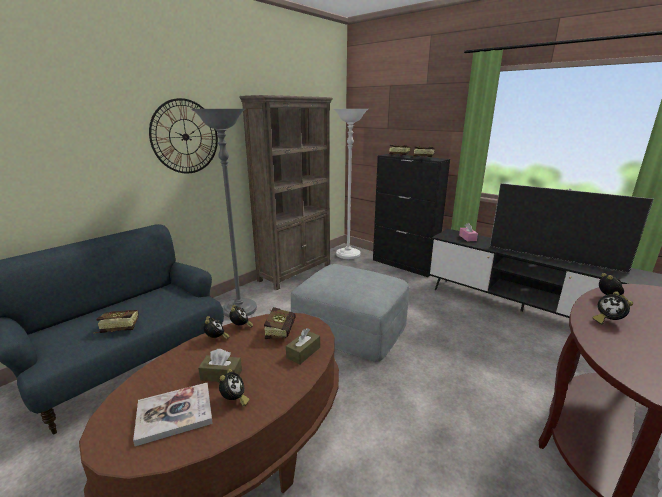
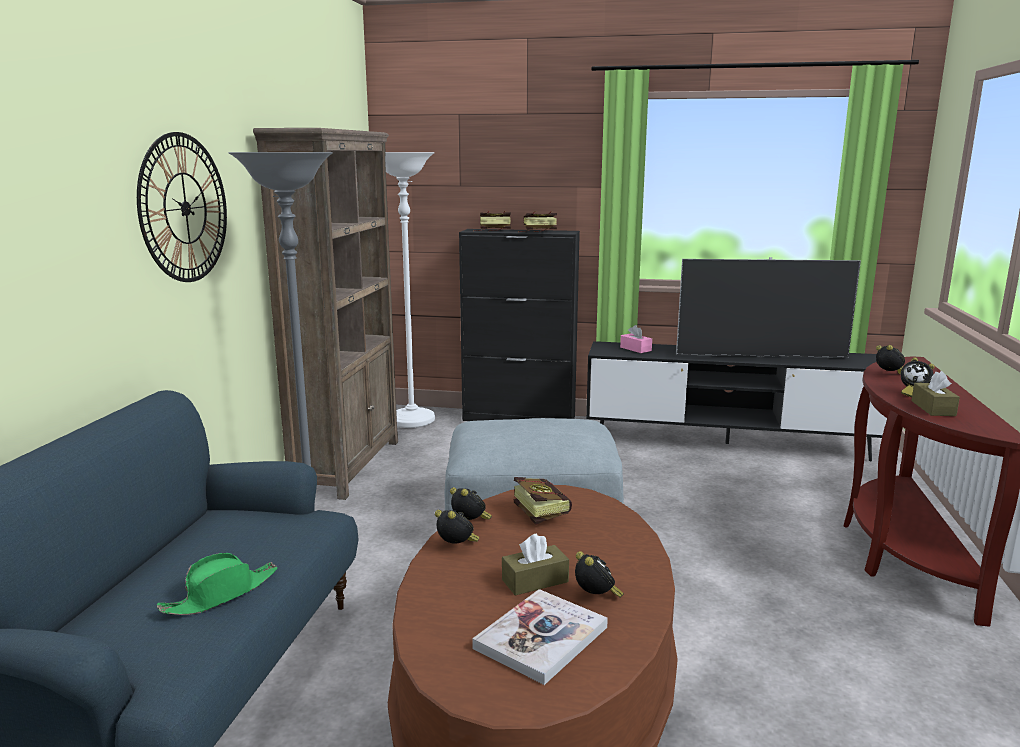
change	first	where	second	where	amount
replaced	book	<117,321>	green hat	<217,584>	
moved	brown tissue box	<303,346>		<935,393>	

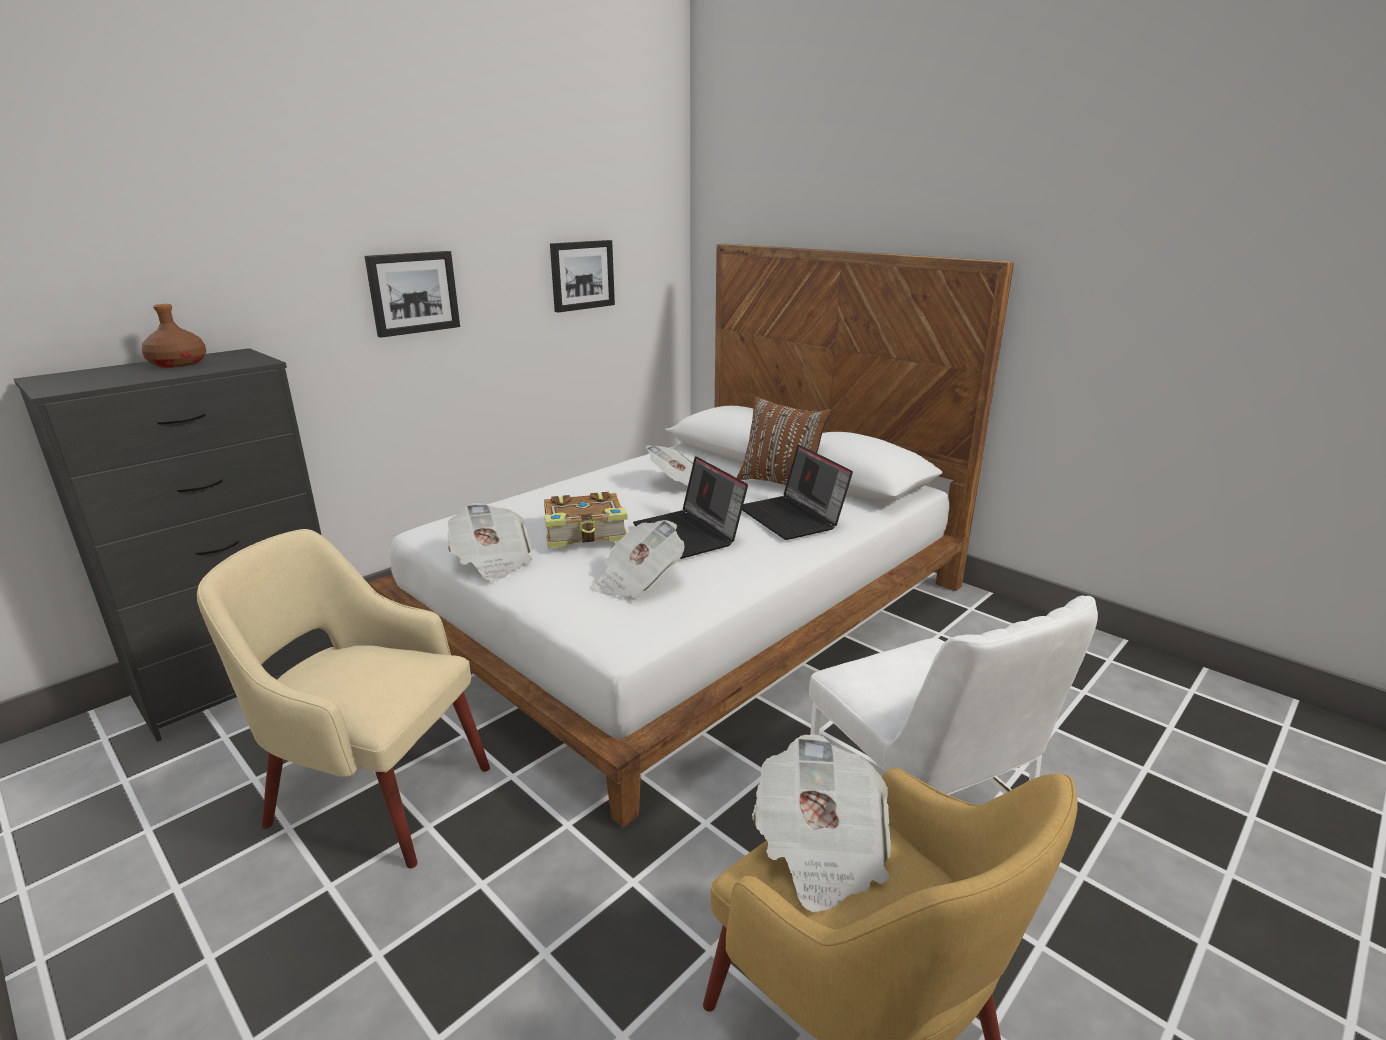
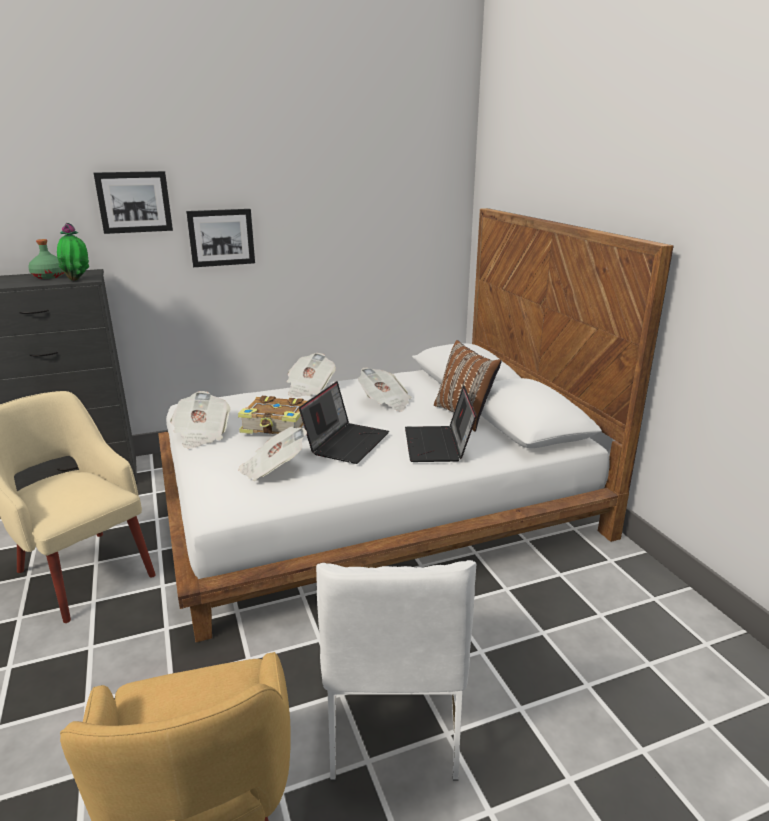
change	first	where	second	where	amount
recoloured	brown bottle	<173,336>	green bottle	<46,259>	
added			potted plant	<73,252>	
moved	picture	<582,276>		<133,202>	
moved	newspaper	<821,823>		<311,375>	
turned	laptop	<690,507>		<344,422>	150 degrees counterclockwise

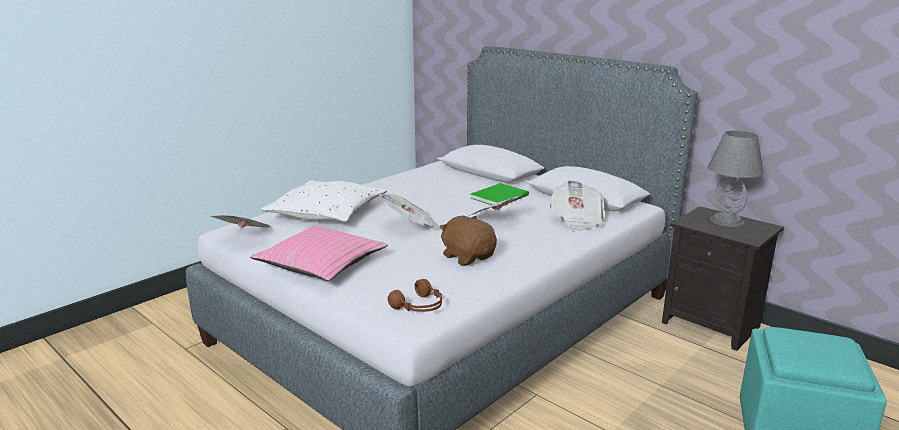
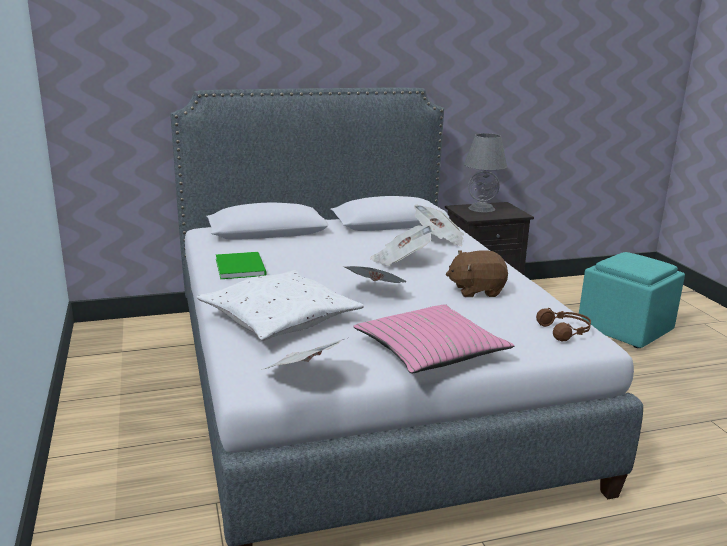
change	first	where	second	where	amount
moved	green book	<500,194>		<241,265>	

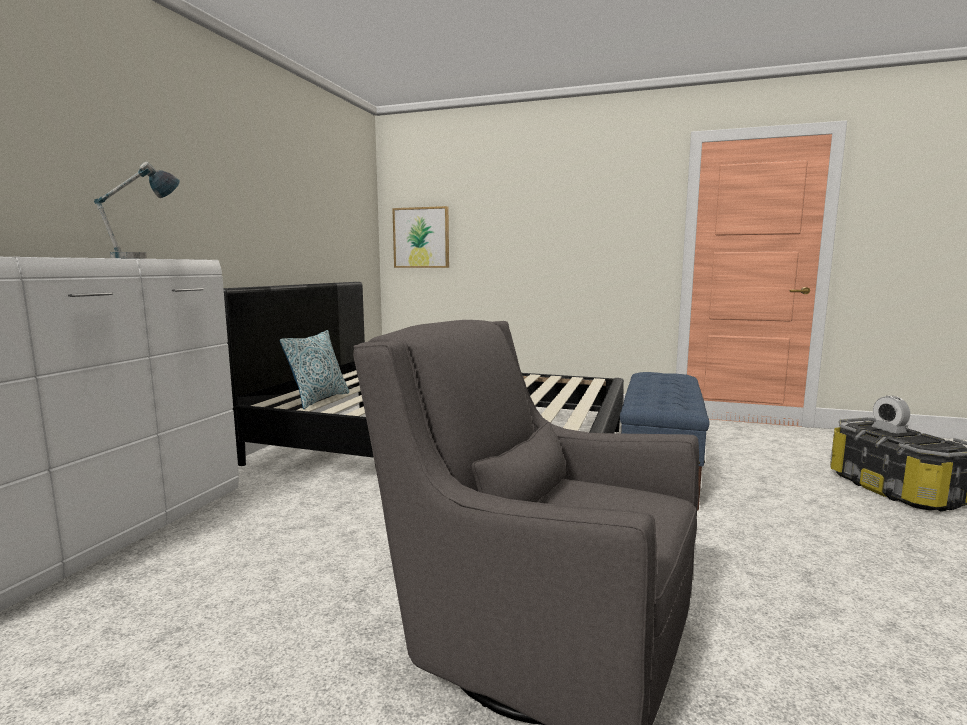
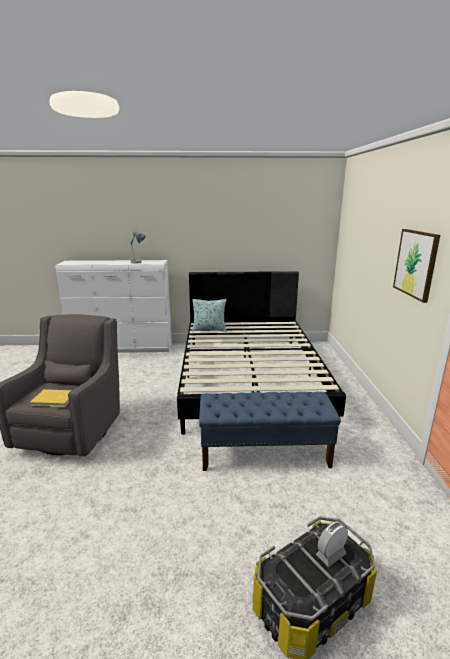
change	first	where	second	where	amount
added			yellow book	<51,398>	
moved	picture	<420,237>		<416,266>	

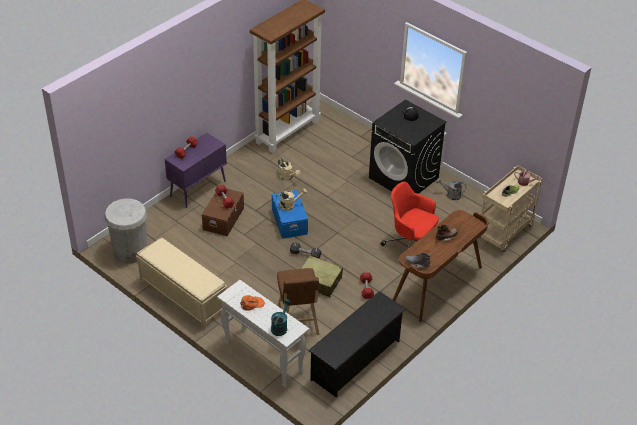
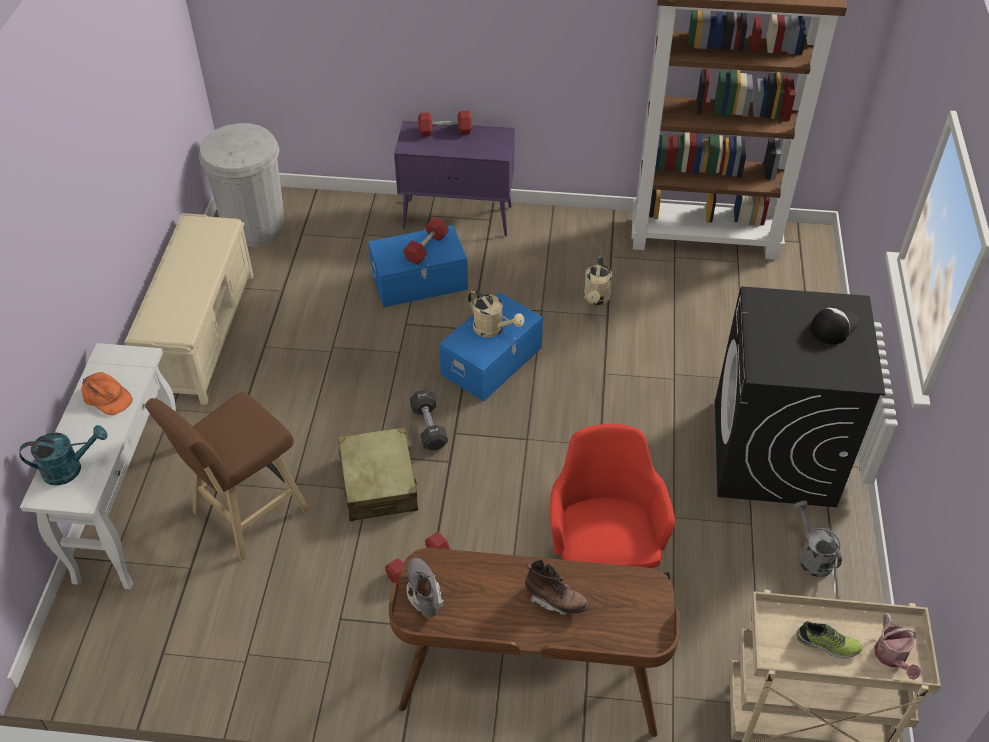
change	first	where	second	where	amount
recoloured	brown storage box	<223,212>	blue storage box	<418,266>	
removed	black shoe rack	<357,344>			

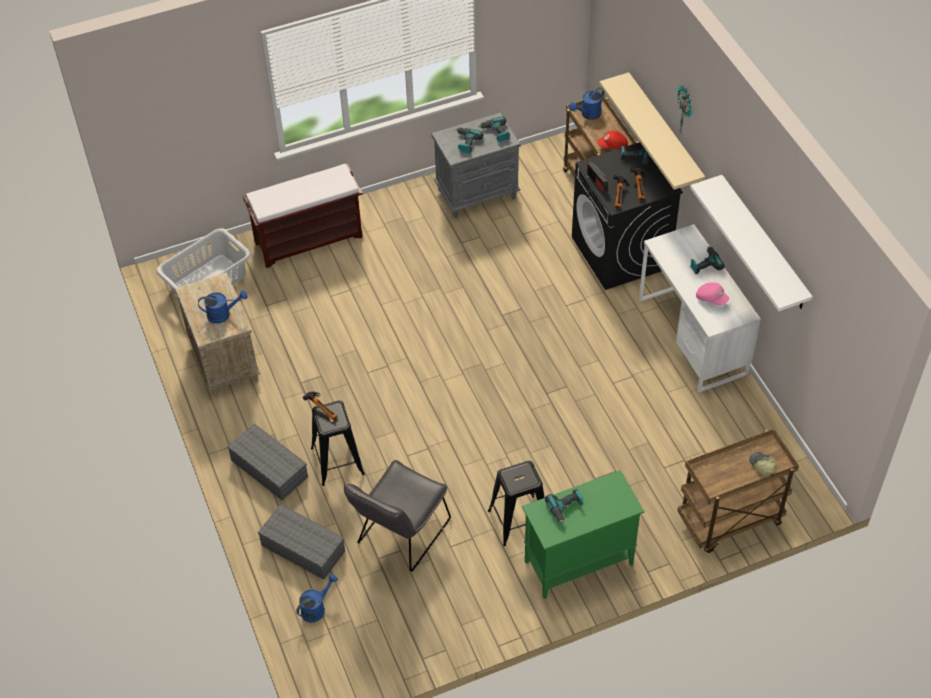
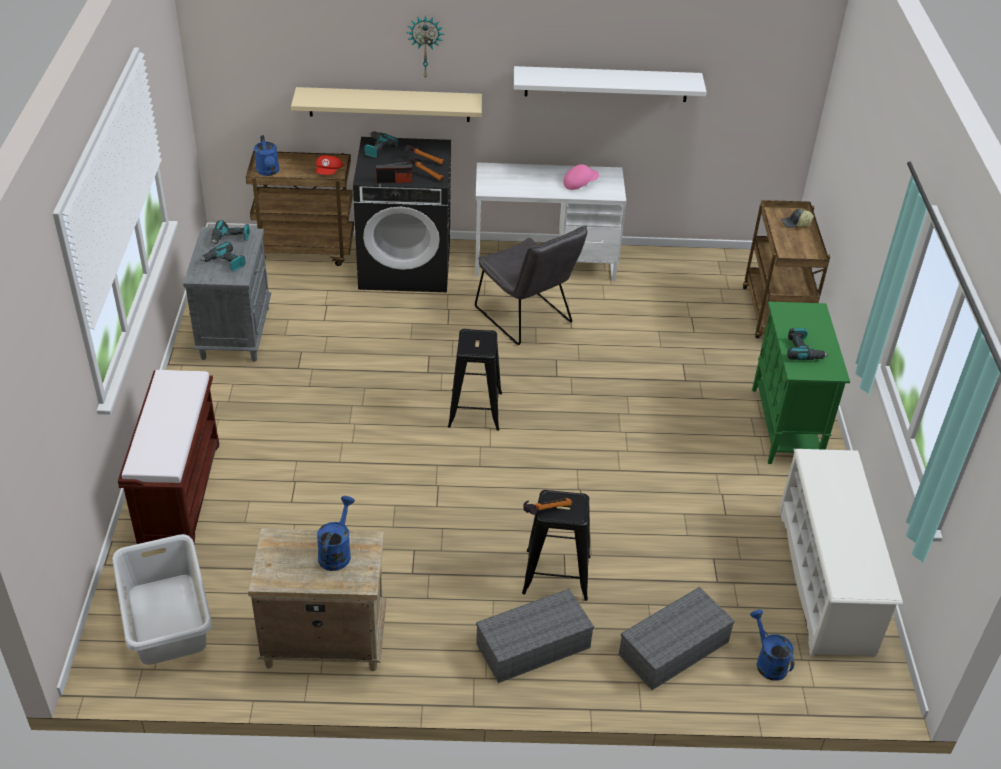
change	first	where	second	where	amount
moved	black stool	<516,503>		<475,380>	
moved	grey chair	<397,516>		<531,285>	
added			white shoe rack	<841,553>	
removed	power drill	<707,260>			

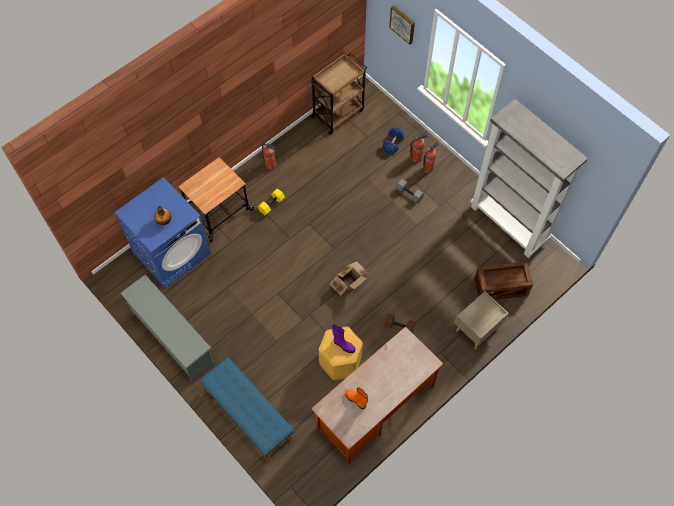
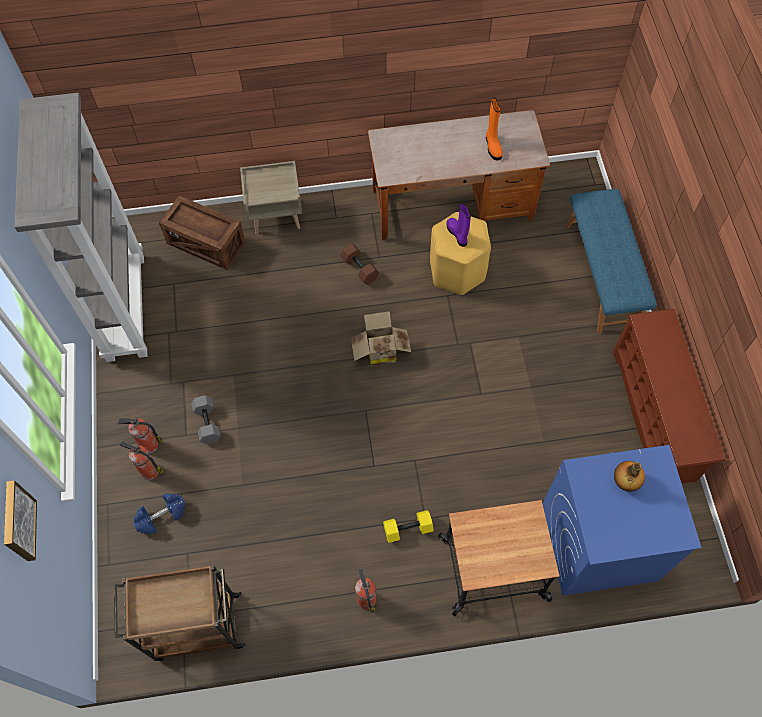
change	first	where	second	where	amount
recoloured	grey shoe rack	<168,328>	brown shoe rack	<669,396>	

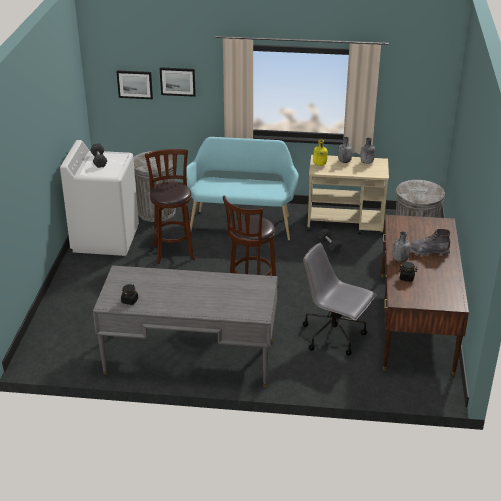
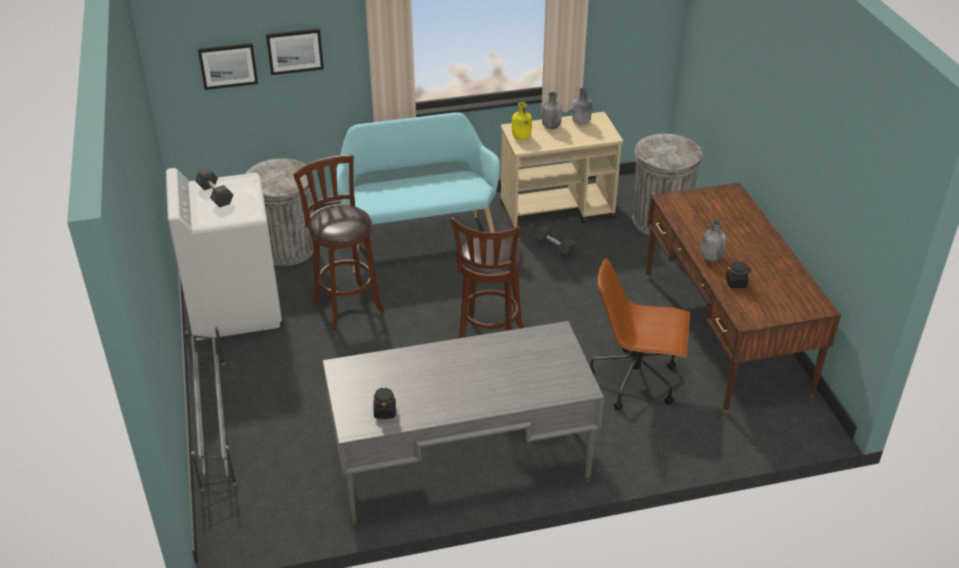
change	first	where	second	where	amount
added			grey shoe rack	<210,409>	
recoloured	grey office chair	<340,299>	brown office chair	<640,334>	
removed	grey boot	<430,243>			

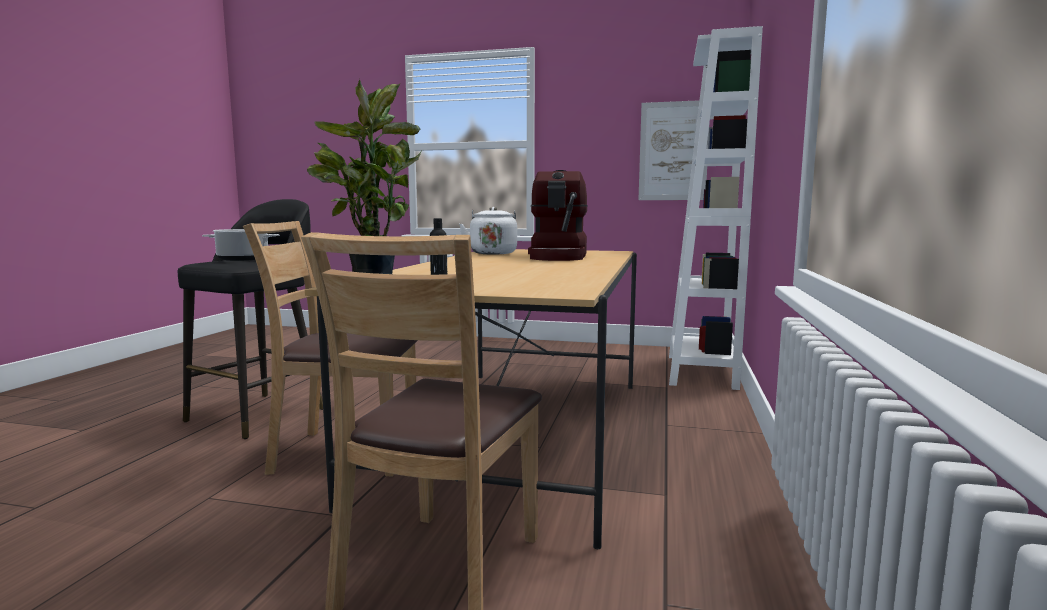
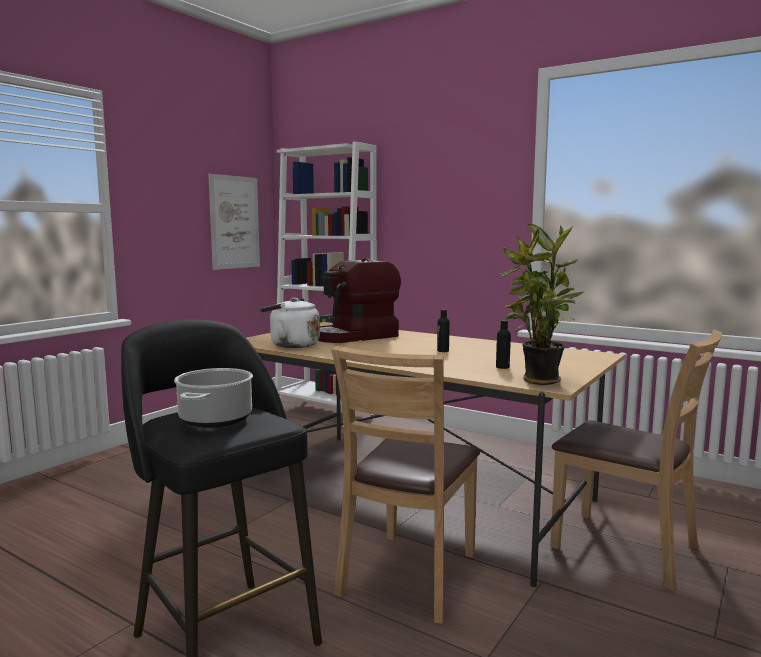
change	first	where	second	where	amount
turned	coffee machine	<558,215>		<359,301>	120 degrees clockwise
added			black bottle	<443,330>	

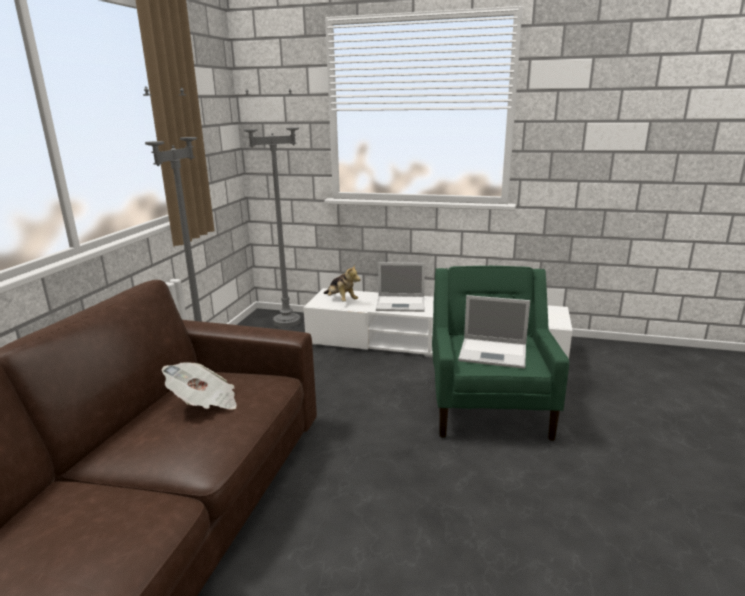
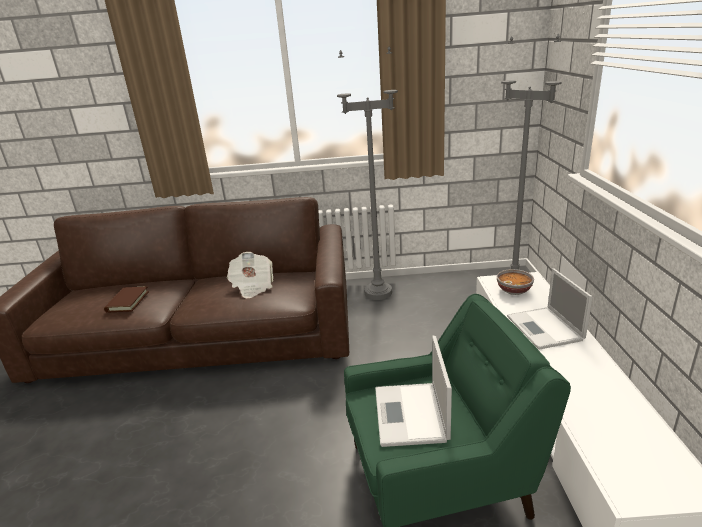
change	first	where	second	where	amount
added			brown book	<126,299>	
replaced	plush toy	<342,283>	bowl	<515,282>	

